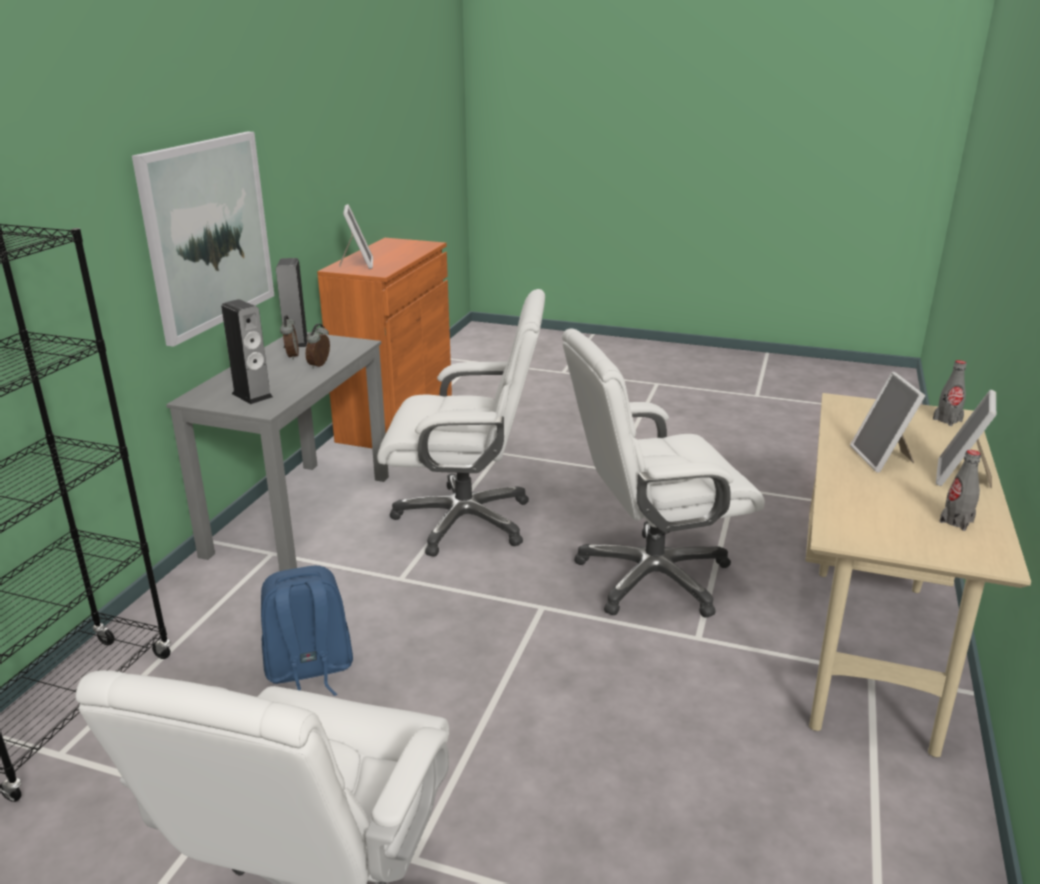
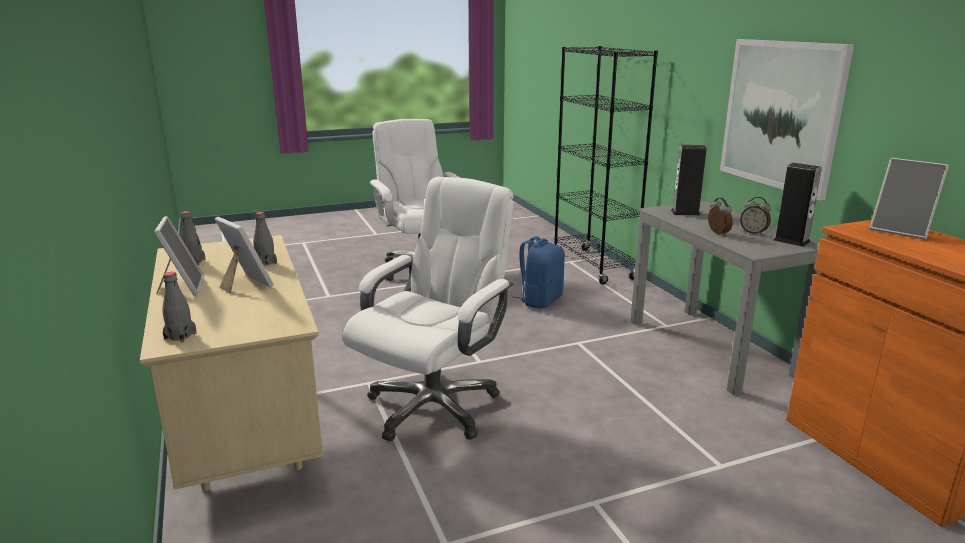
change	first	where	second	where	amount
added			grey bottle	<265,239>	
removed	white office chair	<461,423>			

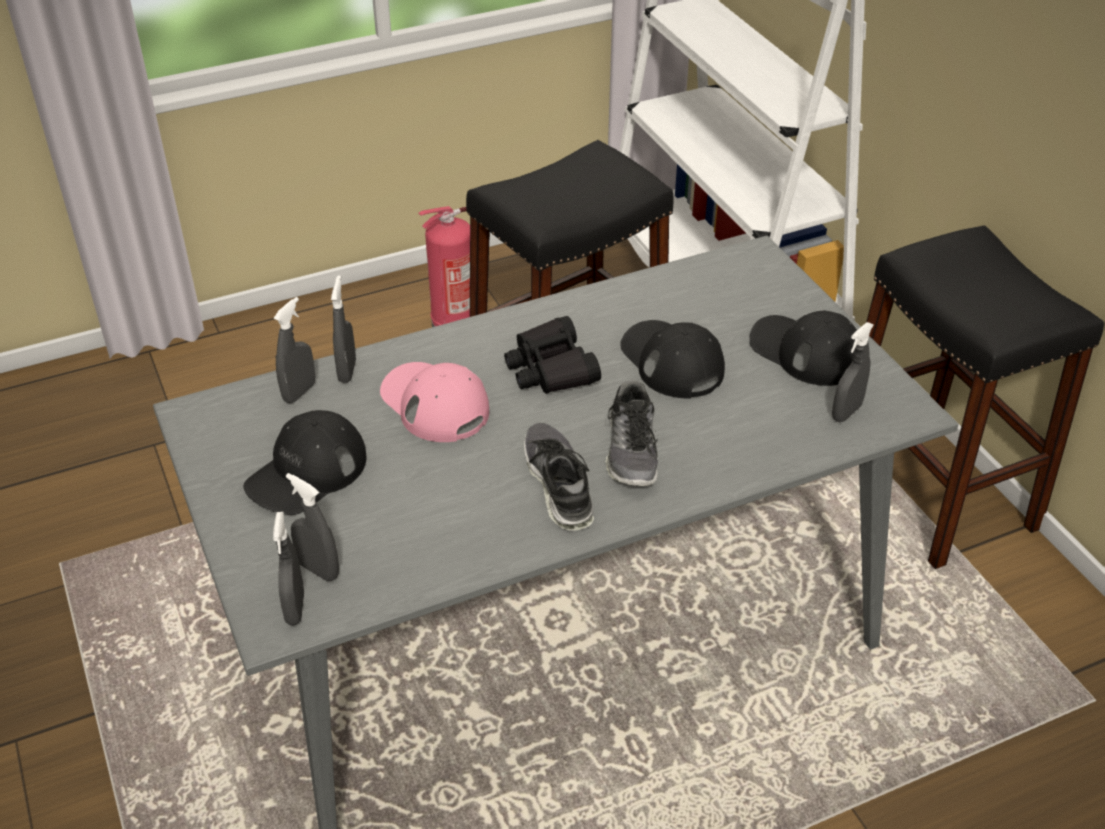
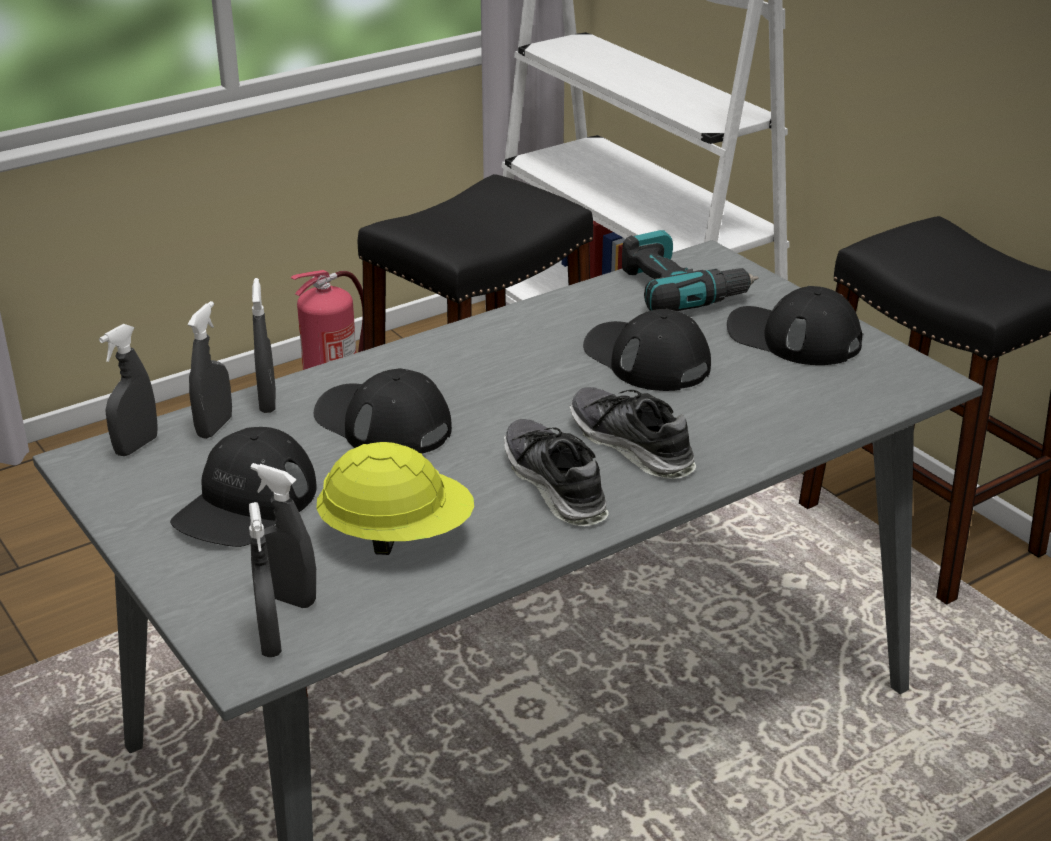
change	first	where	second	where	amount
moved	grey spray bottle	<853,372>		<128,390>	
recoloured	pink cap	<434,402>	black cap	<383,411>	
added			yellow hard hat	<395,498>	
turned	shoe	<632,433>		<633,433>	150 degrees clockwise
added			power drill	<690,270>	
removed	black binoculars	<552,355>			

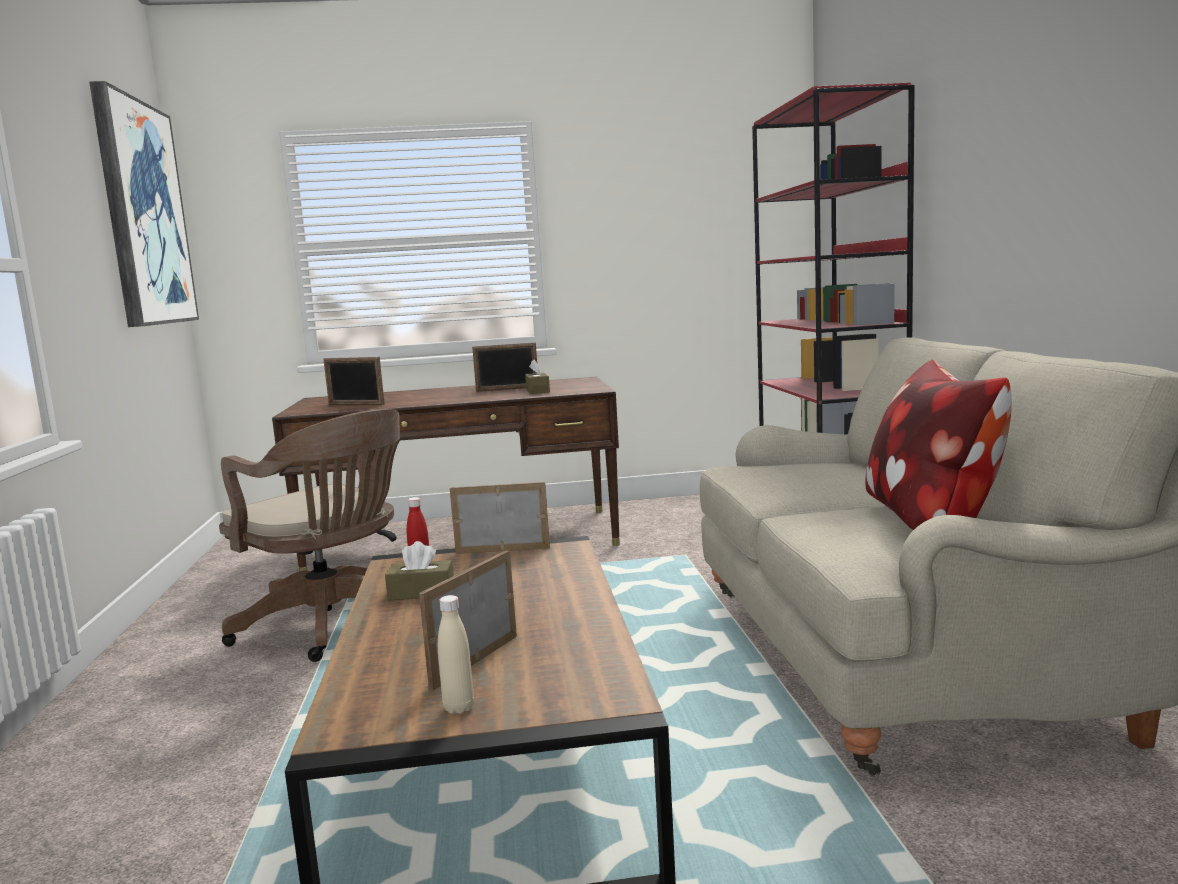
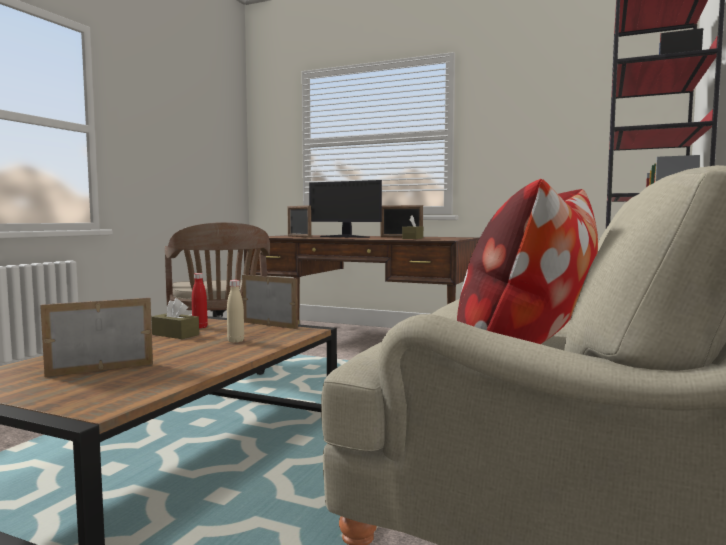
change	first	where	second	where	amount
moved	beige bottle	<456,654>		<235,311>	
added			monitor	<345,209>	
removed	picture	<144,204>			

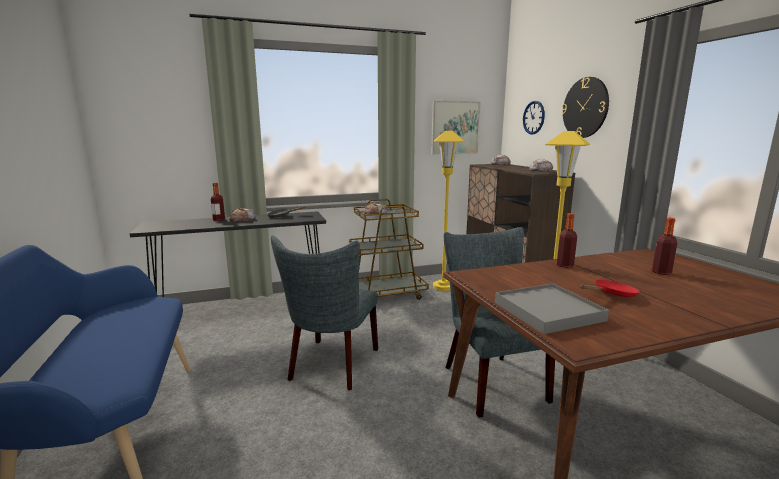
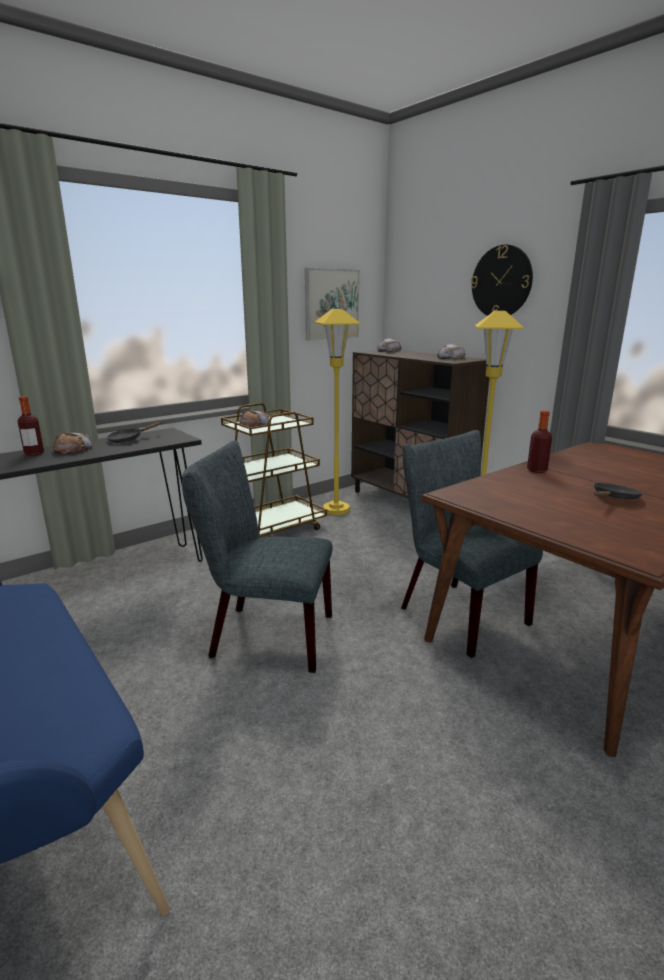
change	first	where	second	where	amount
turned	grey chair	<324,313>		<257,556>	105 degrees clockwise
recoloured	red frying pan	<609,288>	black frying pan	<618,491>	
removed	grey tray	<552,308>			
removed	wall clock	<534,118>			
removed	bottle	<664,246>			

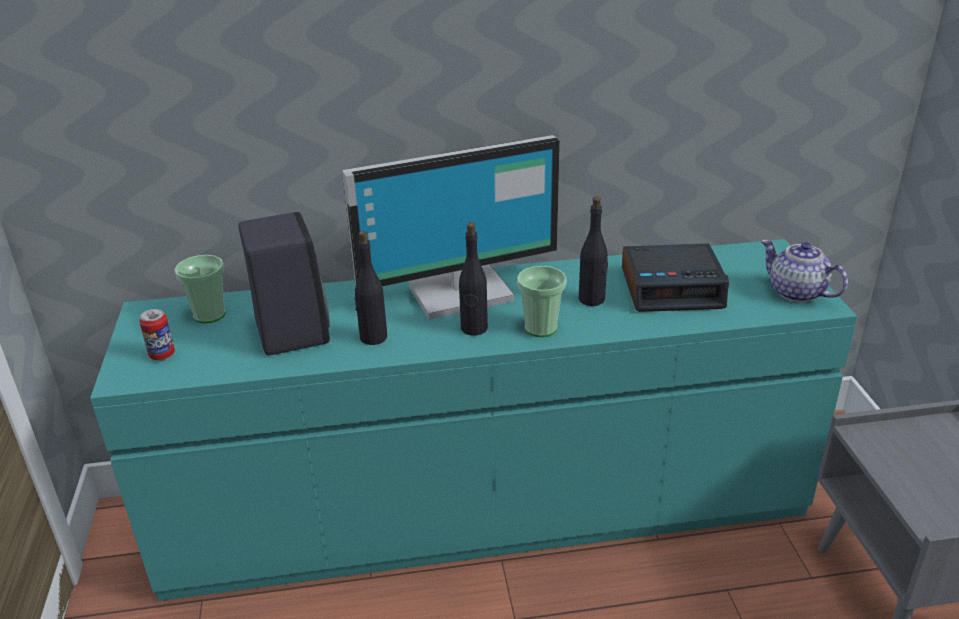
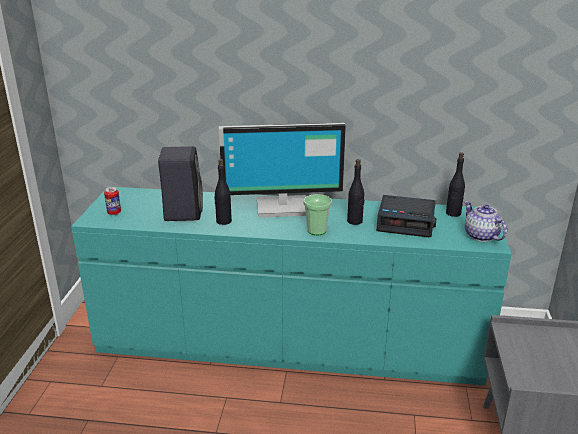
change	first	where	second	where	amount
moved	black bottle	<473,279>		<455,184>	
removed	cup	<200,289>			

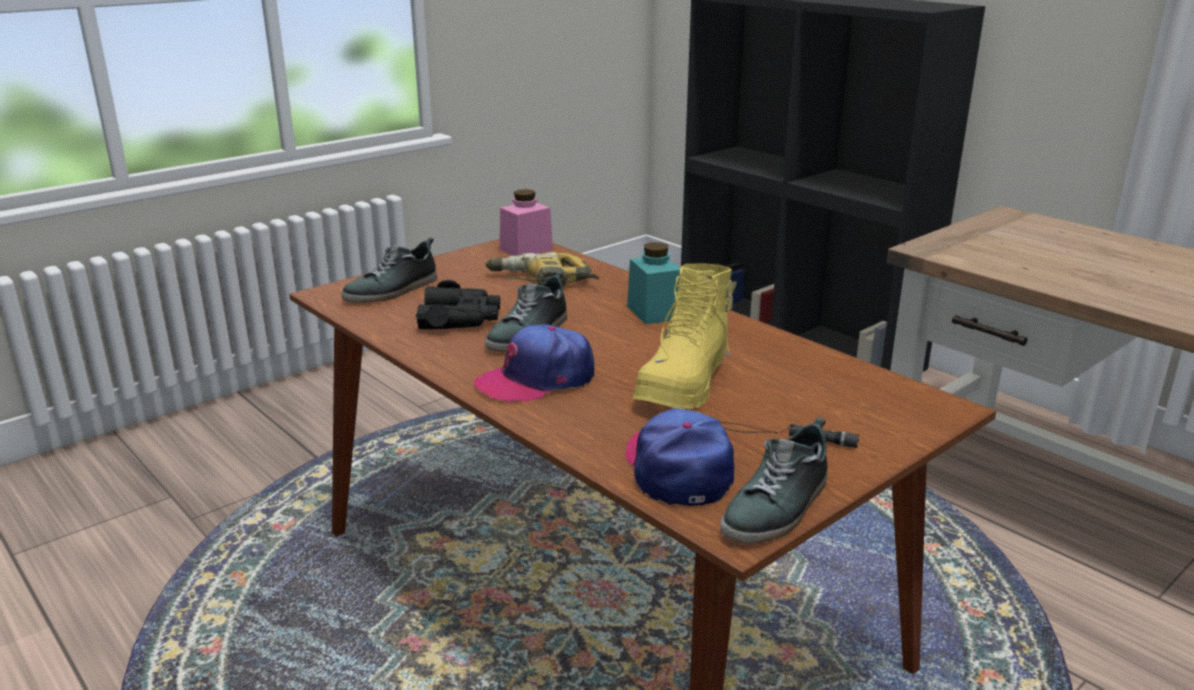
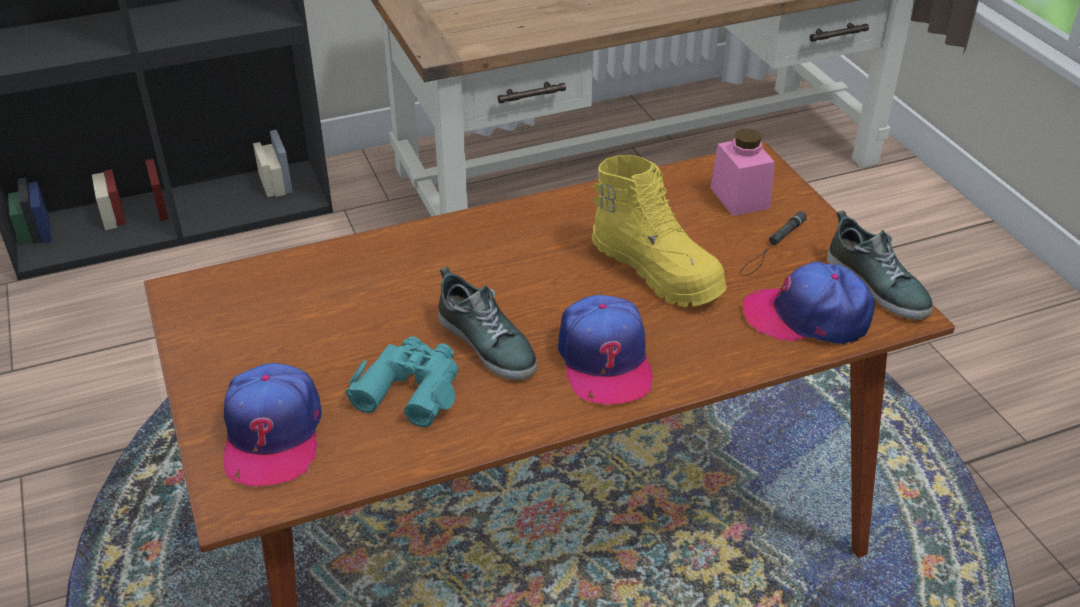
change	first	where	second	where	amount
replaced	shoe	<389,270>	cap	<272,424>	
recoloured	black binoculars	<458,304>	turquoise binoculars	<401,381>	
moved	pink jar	<526,222>		<743,172>	
removed	power drill	<542,269>			
removed	turquoise jar	<654,283>			

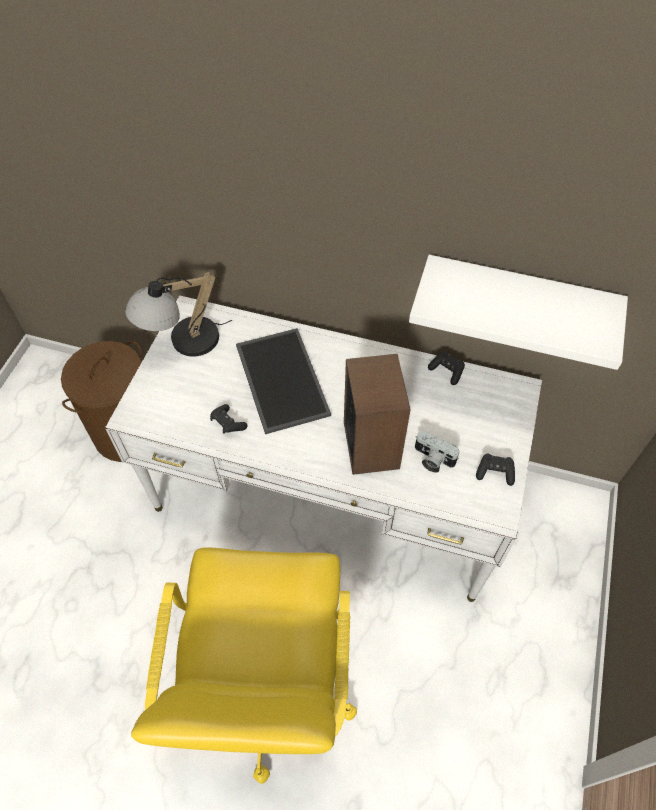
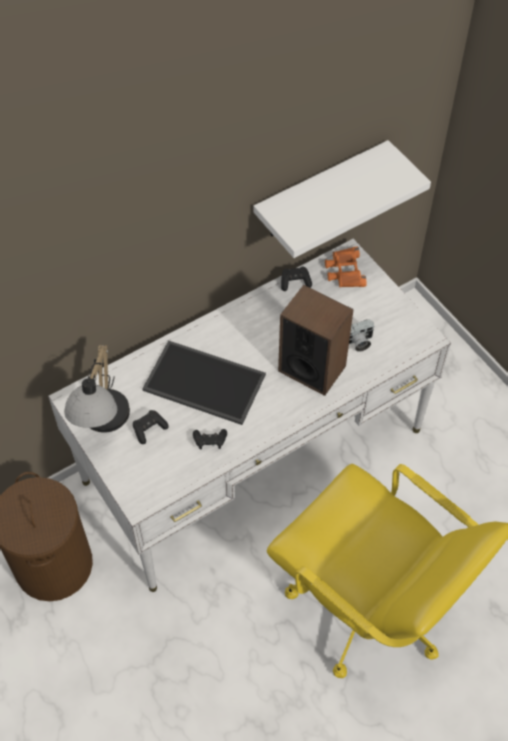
change	first	where	second	where	amount
moved	black game controller	<495,469>		<151,427>	
added			orange binoculars	<346,267>	

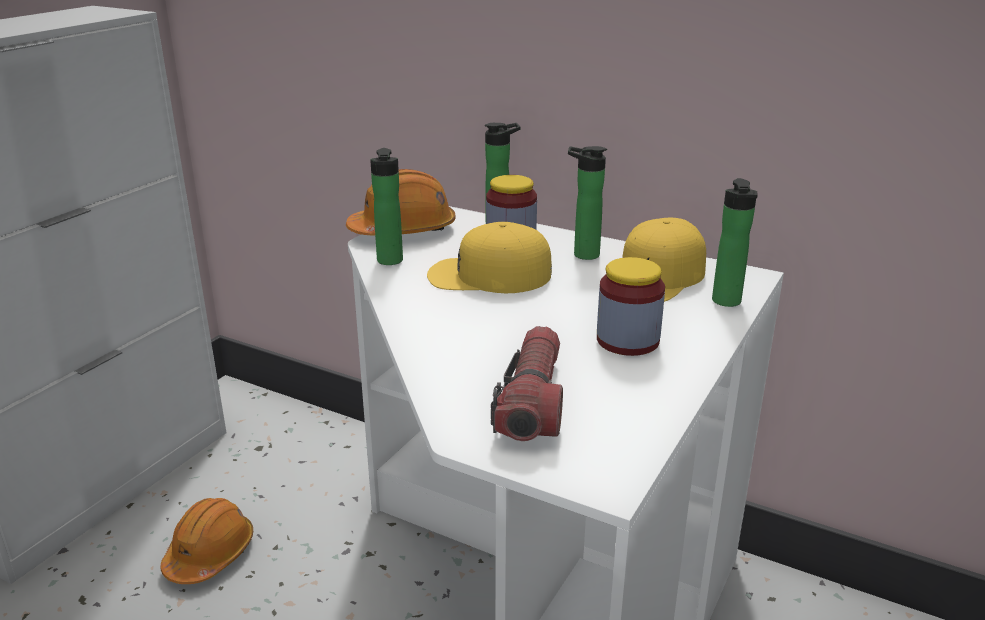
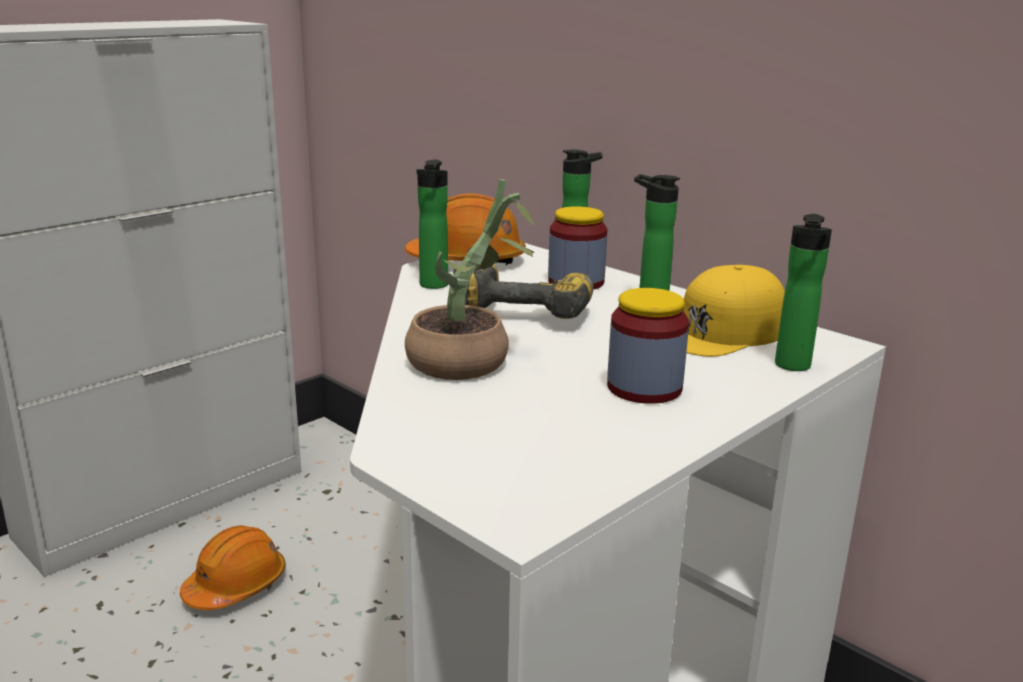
change	first	where	second	where	amount
added			potted plant	<470,279>	
replaced	yellow cap	<489,257>	power drill	<523,292>	
removed	flashlight	<527,383>			

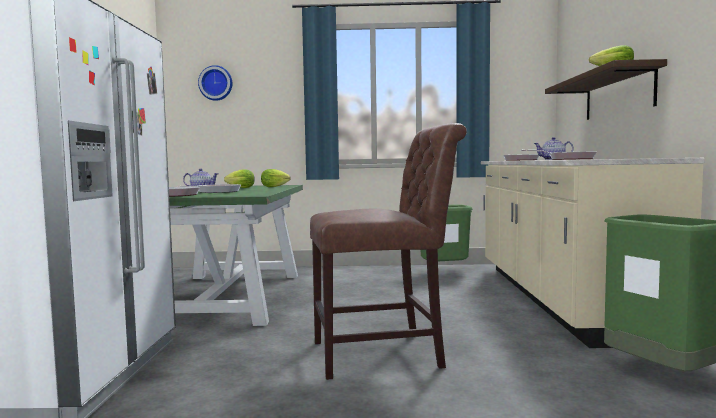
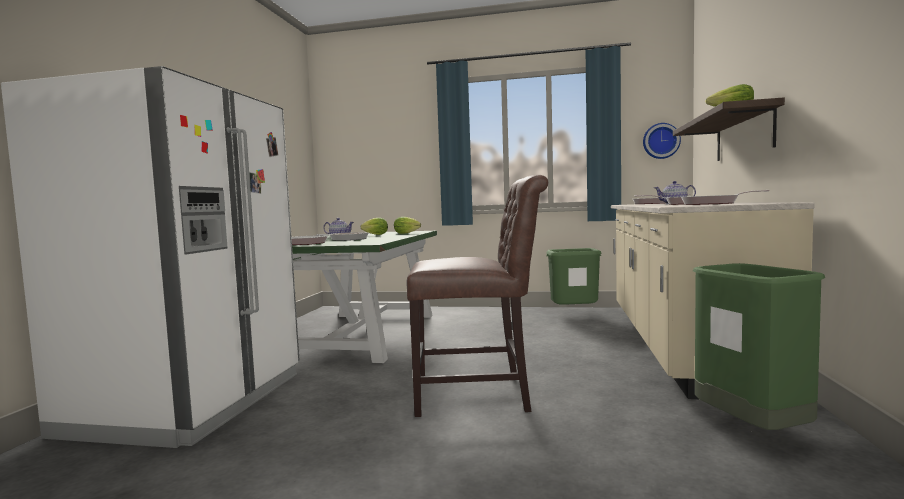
change	first	where	second	where	amount
moved	wall clock	<215,83>		<662,141>	
added			frying pan	<725,197>	

